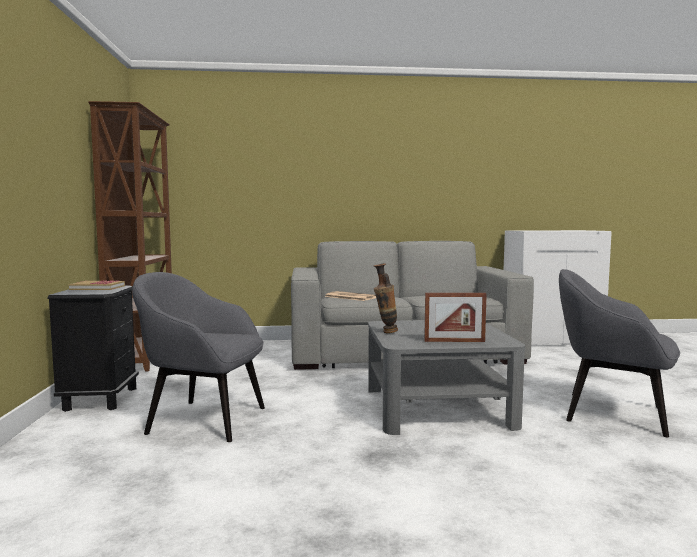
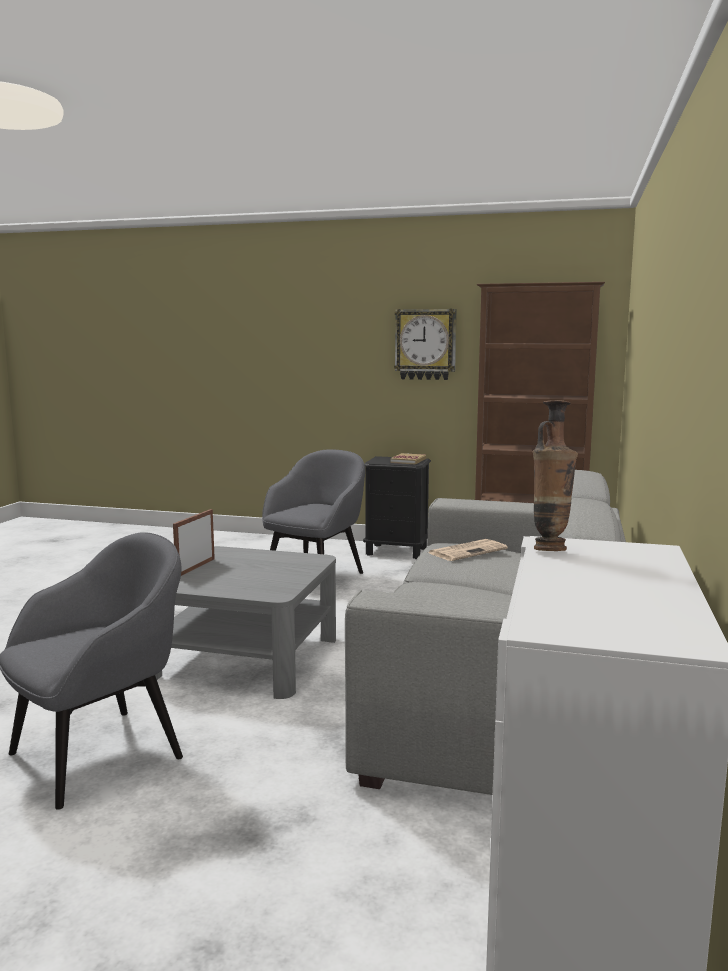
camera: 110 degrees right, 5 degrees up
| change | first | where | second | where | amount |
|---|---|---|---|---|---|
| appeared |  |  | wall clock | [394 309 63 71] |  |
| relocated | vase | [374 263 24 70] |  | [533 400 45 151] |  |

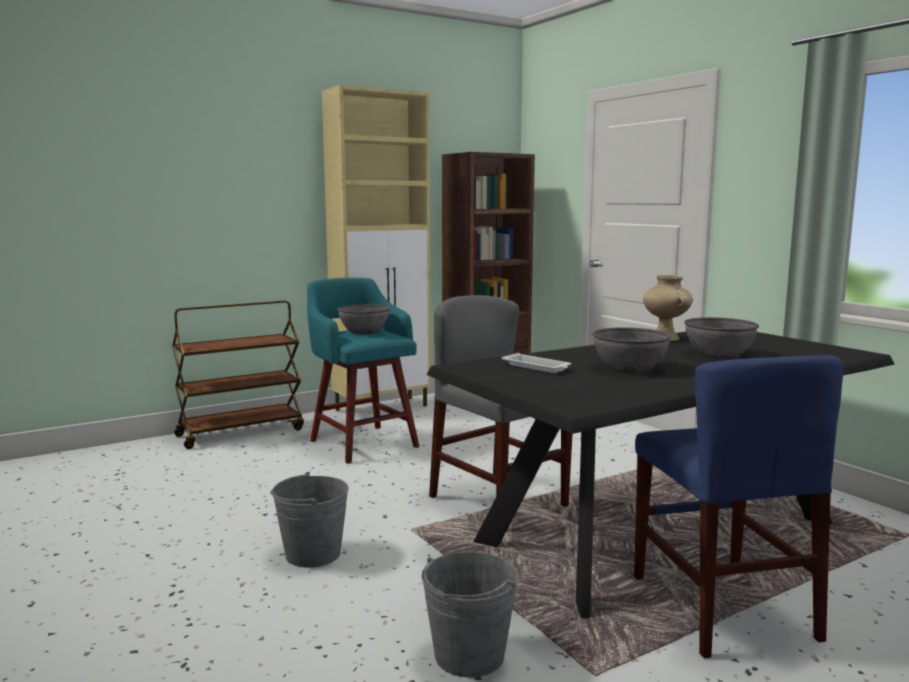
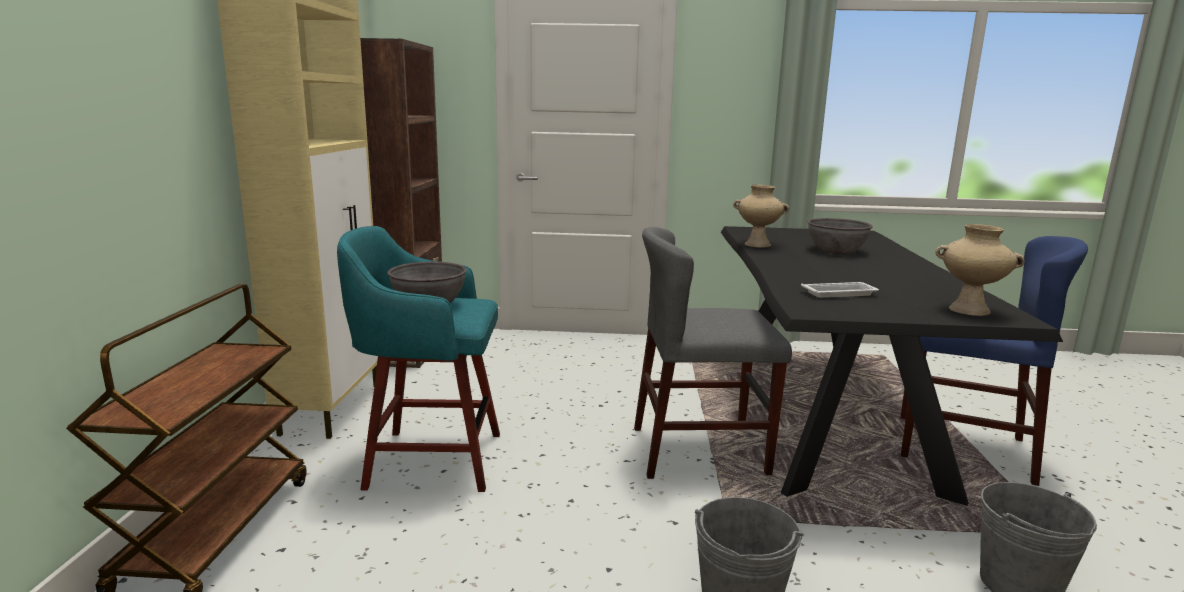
camera: 55 degrees left, 5 degrees up
| change | first | where | second | where | amount |
|---|---|---|---|---|---|
| appeared |  |  | vase (sand-coloured) | [936 224 89 92] |  |
| missing | deep dish (gray) | [592 327 79 46] |  |  |  |

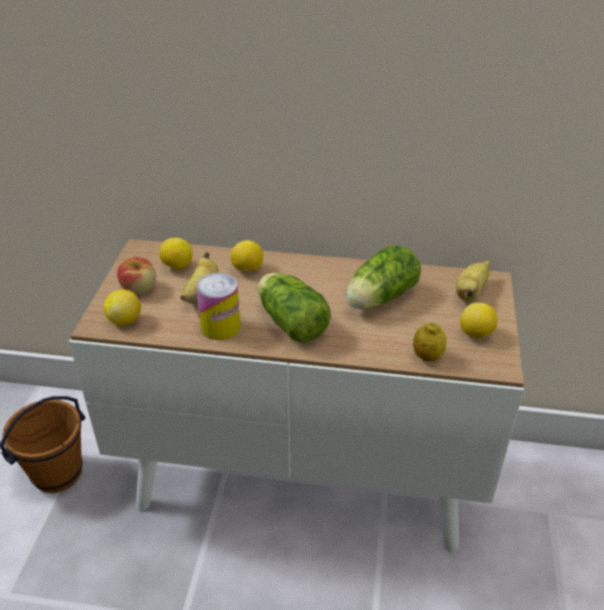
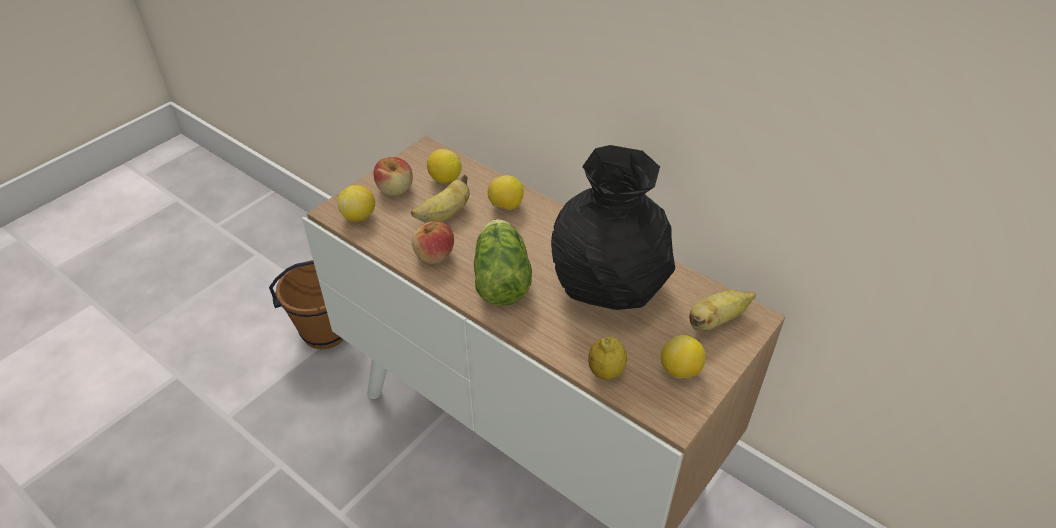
camera: 30 degrees right, 5 degrees up
| change | first | where | second | where | amount |
|---|---|---|---|---|---|
| exchanged | can | [196 272 45 68] | whole apple | [412 221 42 43] |  |
| exchanged | lettuce | [346 245 75 64] | vase (black) | [551 145 124 165] |  |

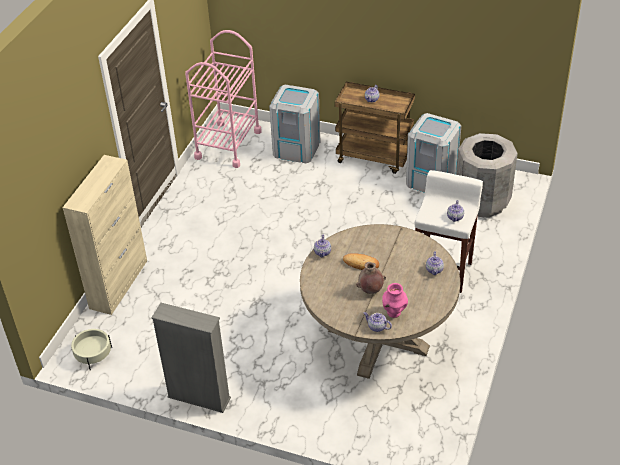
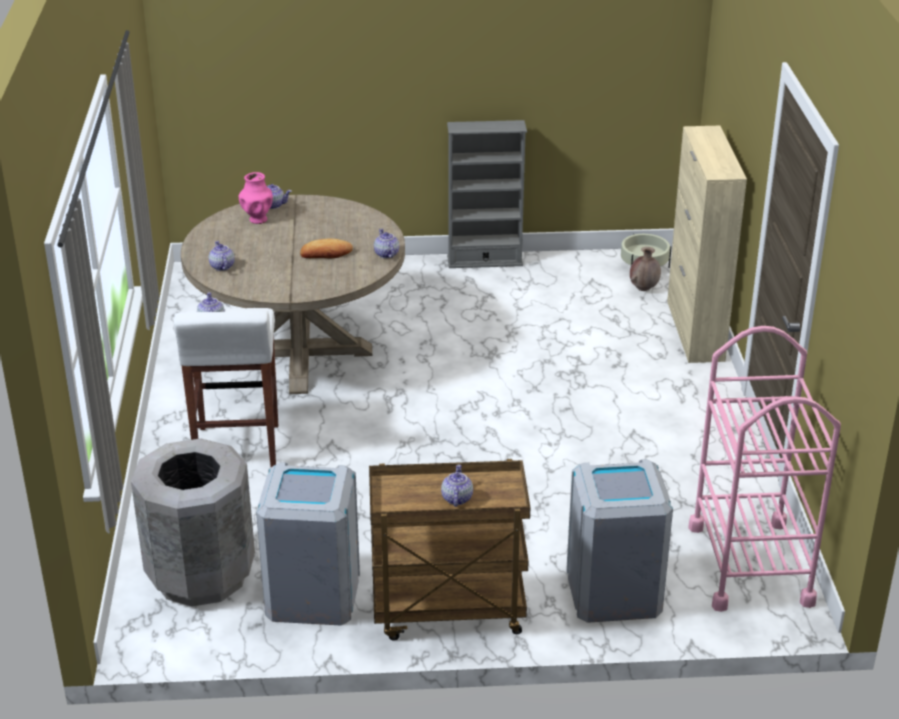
camera: 155 degrees right, 10 degrees down
| change | first | where | second | where | amount |
|---|---|---|---|---|---|
| relocated | vase (brown-coloured) | [356 262 30 32] |  | [630 247 31 44] |  |

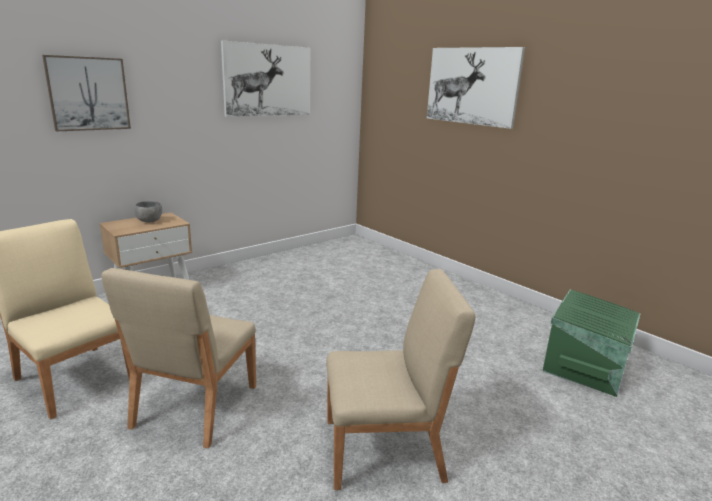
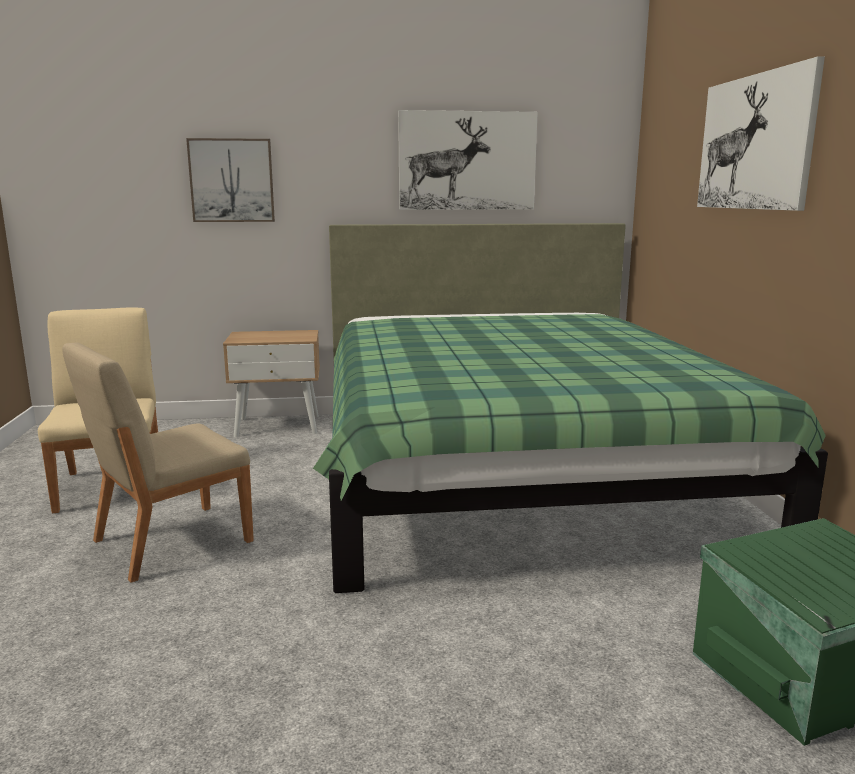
camera: 35 degrees right, 5 degrees down
| change | first | where | second | where | amount |
|---|---|---|---|---|---|
| appeared |  |  | bedroom bed (green-coloured) | [313 223 515 370] |  |
| missing | deep dish (gray) | [135 201 27 21] |  |  |  |
| missing | chair (sand-coloured) | [326 269 149 221] |  |  |  |

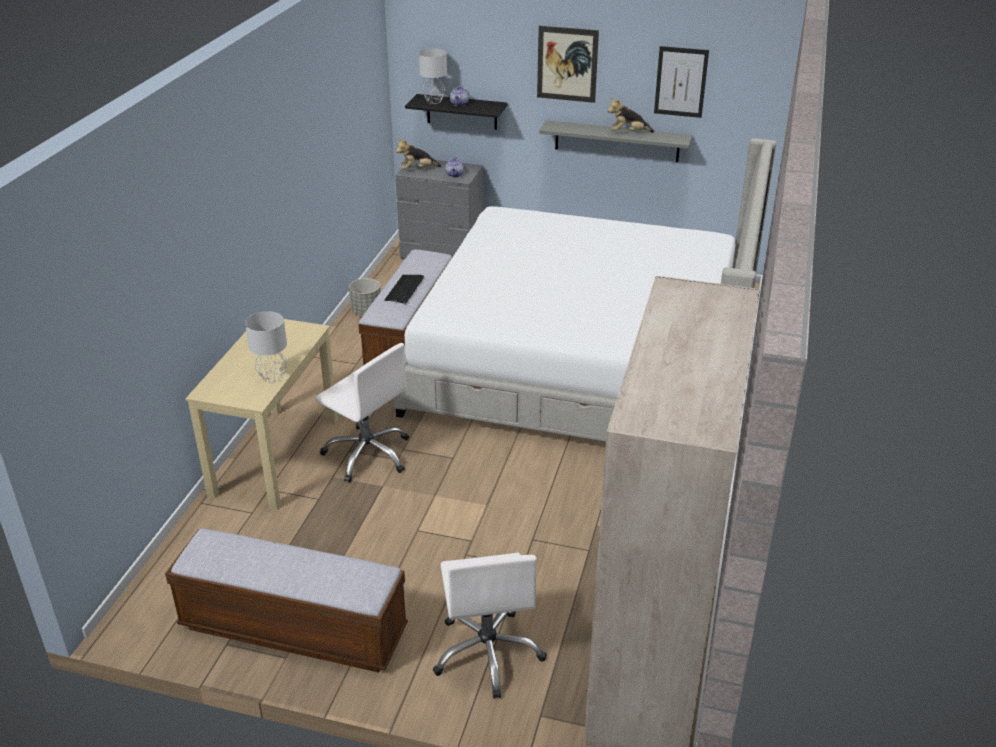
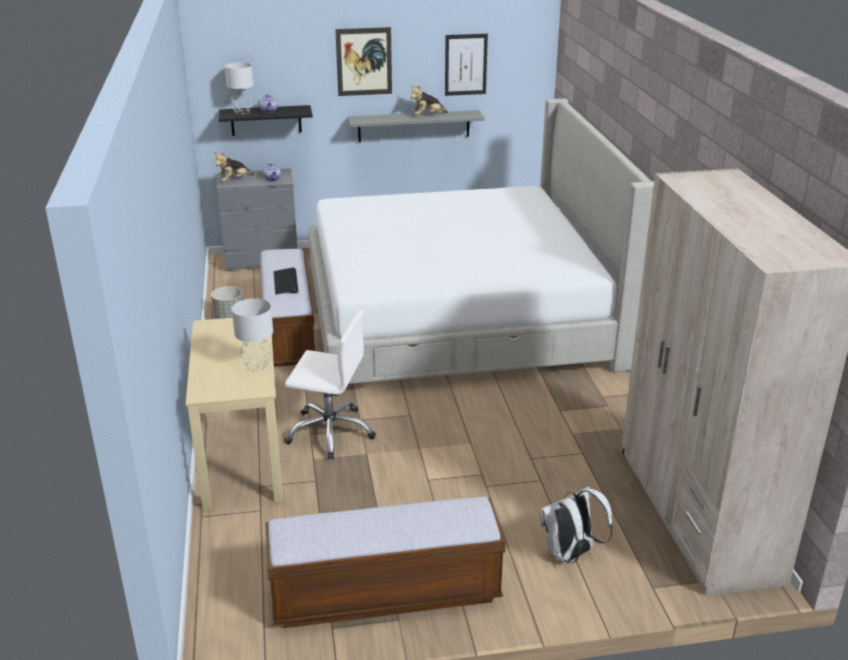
camera: 25 degrees left, 5 degrees down
| change | first | where | second | where | amount |
|---|---|---|---|---|---|
| exchanged | desk chair (white-coloured) | [433 553 114 146] | backpack (white-coloured) | [540 486 73 77] |  |

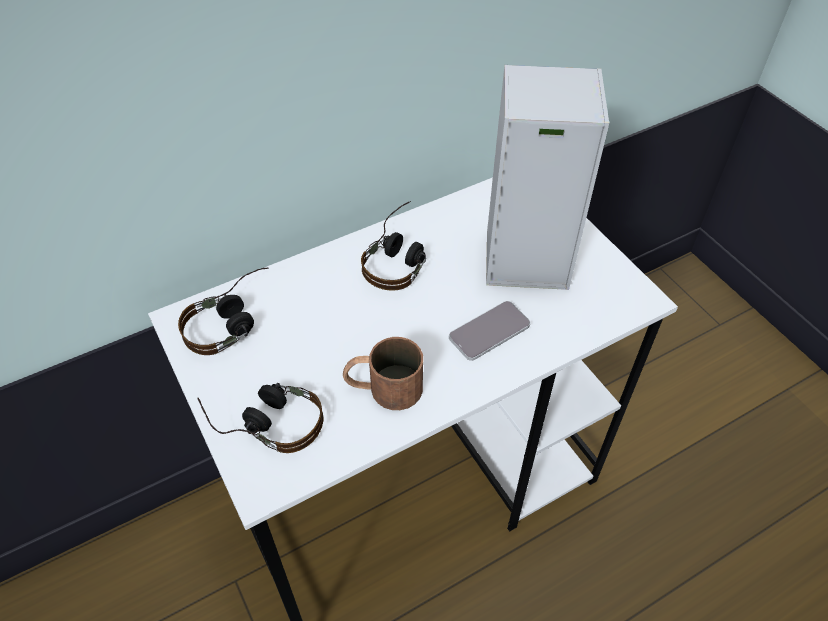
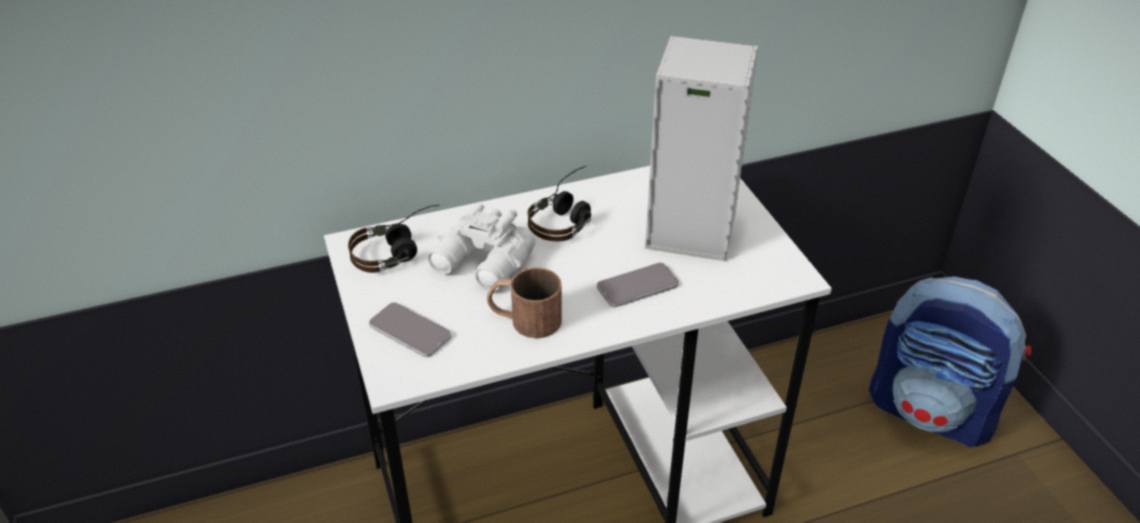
camera: 10 degrees right, 10 degrees down
| change | first | where | second | where | amount |
|---|---|---|---|---|---|
| exchanged | headset | [197 383 126 70] | handset | [369 302 83 55] |  |
| appeared |  |  | field glasses (white-coloured) | [427 204 109 87] |  |
| appeared |  |  | backpack | [869 276 162 171] |  |

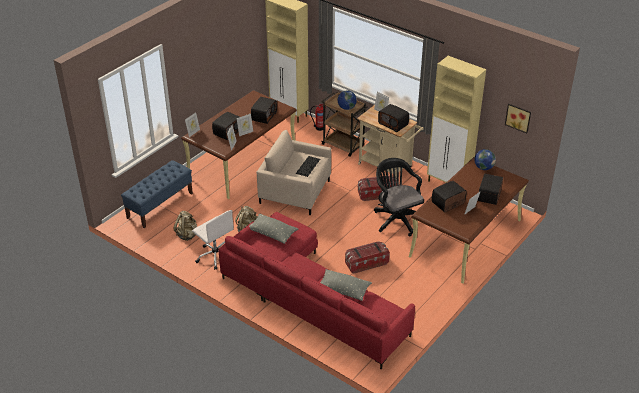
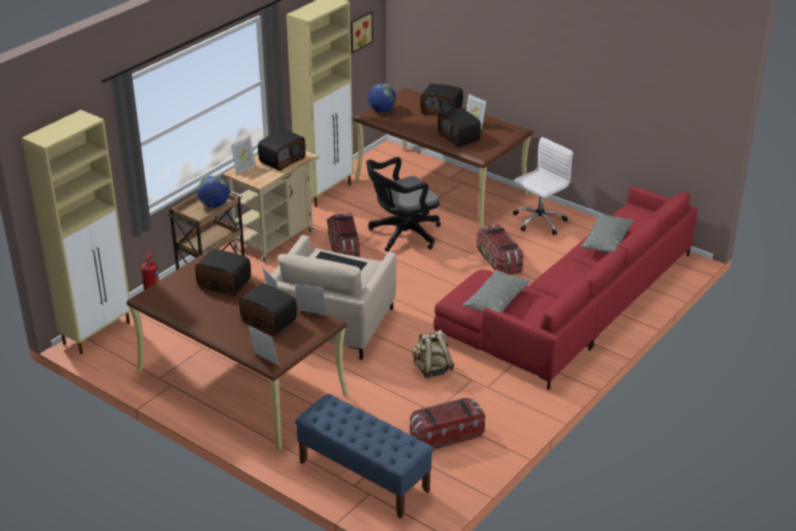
camera: 90 degrees left, 5 degrees down
| change | first | where | second | where | amount |
|---|---|---|---|---|---|
| exchanged | backpack (sand-coloured) | [173 211 24 30] | storage container | [410 398 75 52] |  |
| relocated | desk chair (white-coloured) | [192 210 42 60] |  | [513 137 60 98] |  |

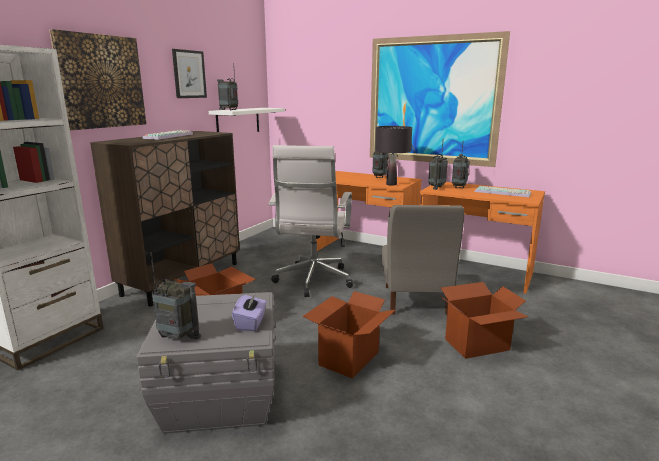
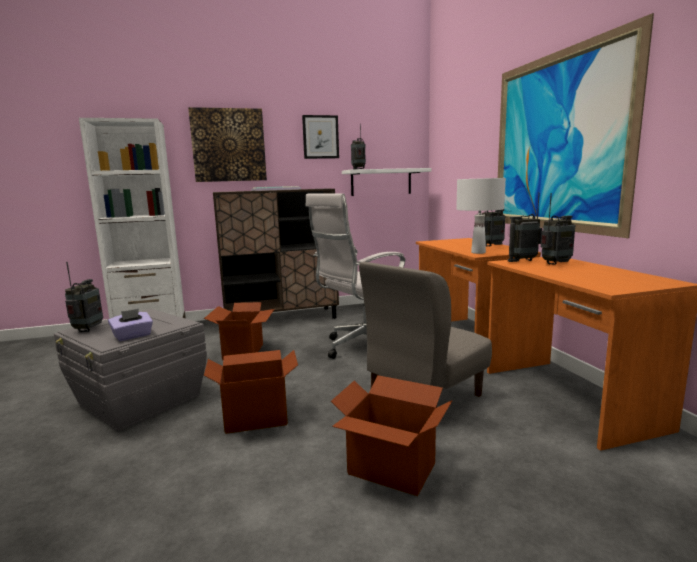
camera: 45 degrees right, 5 degrees down
| change | first | where | second | where | amount |
|---|---|---|---|---|---|
| spun | radio set | [150 252 51 88] |  | [65 262 38 70] | 150 degrees counterclockwise |
| colour | table lamp (black) | [375 126 37 60] | table lamp (white-coloured) | [456 178 50 76] |  |
| missing | keyboard | [475 186 56 11] |  |  |  |

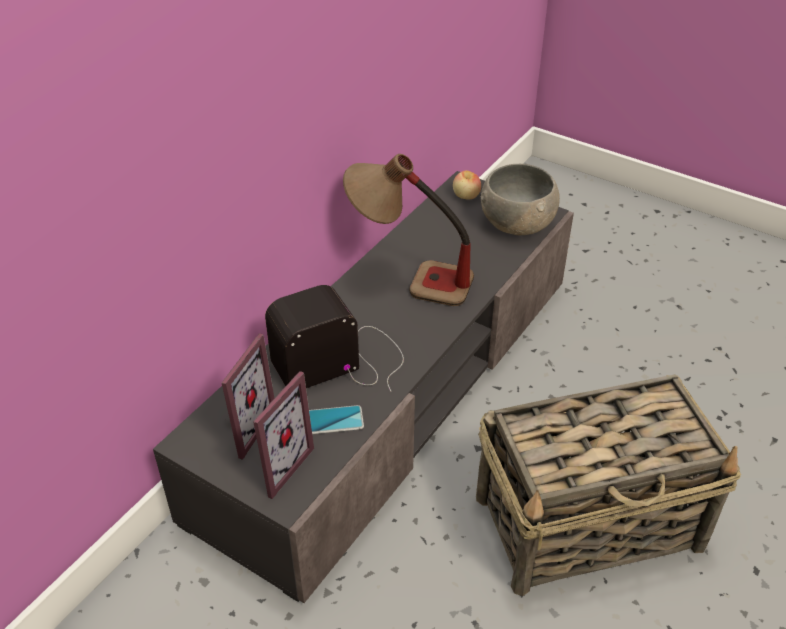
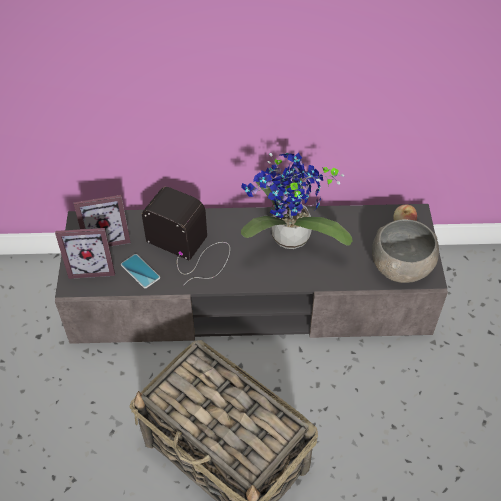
camera: 55 degrees right, 10 degrees up
| change | first | where | second | where | amount |
|---|---|---|---|---|---|
| exchanged | table lamp | [343 154 131 152] | houseplant | [241 153 111 96] |  |

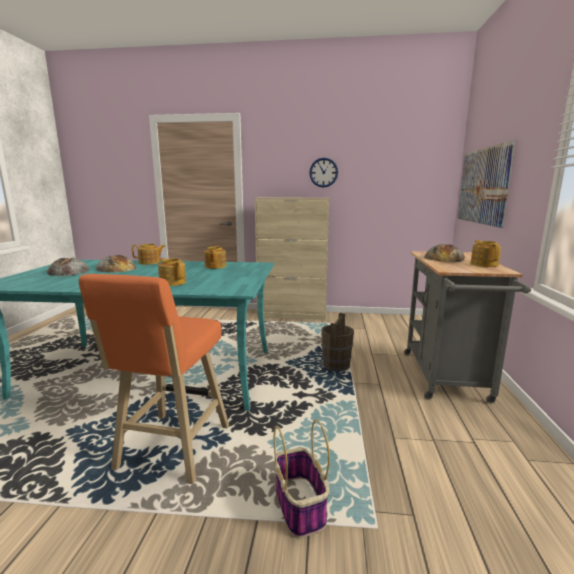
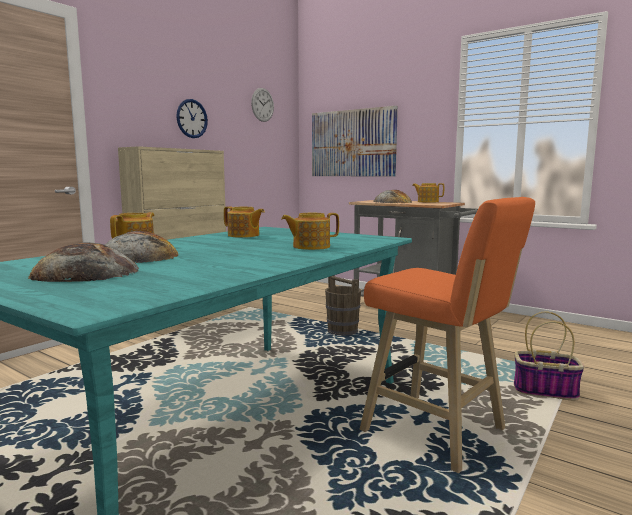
camera: 60 degrees left, 5 degrees down
| change | first | where | second | where | amount |
|---|---|---|---|---|---|
| appeared |  |  | wall clock | [251 88 23 34] |  |

